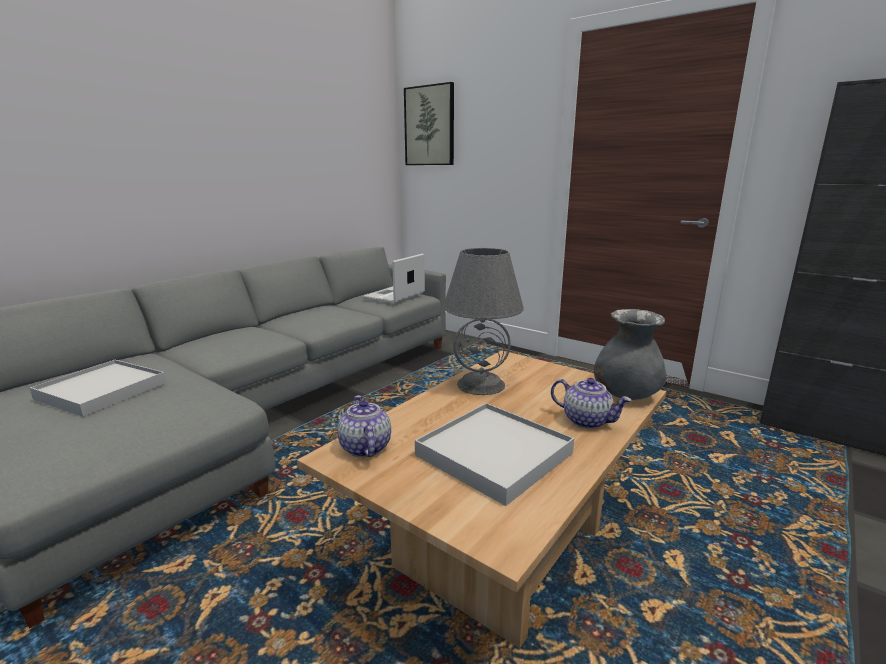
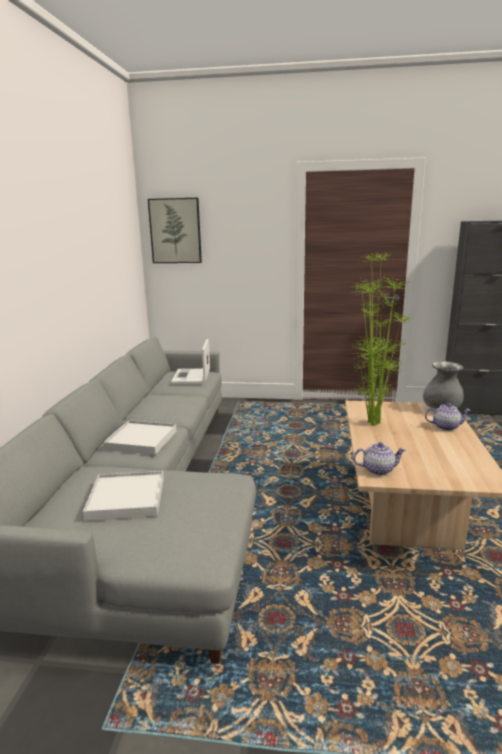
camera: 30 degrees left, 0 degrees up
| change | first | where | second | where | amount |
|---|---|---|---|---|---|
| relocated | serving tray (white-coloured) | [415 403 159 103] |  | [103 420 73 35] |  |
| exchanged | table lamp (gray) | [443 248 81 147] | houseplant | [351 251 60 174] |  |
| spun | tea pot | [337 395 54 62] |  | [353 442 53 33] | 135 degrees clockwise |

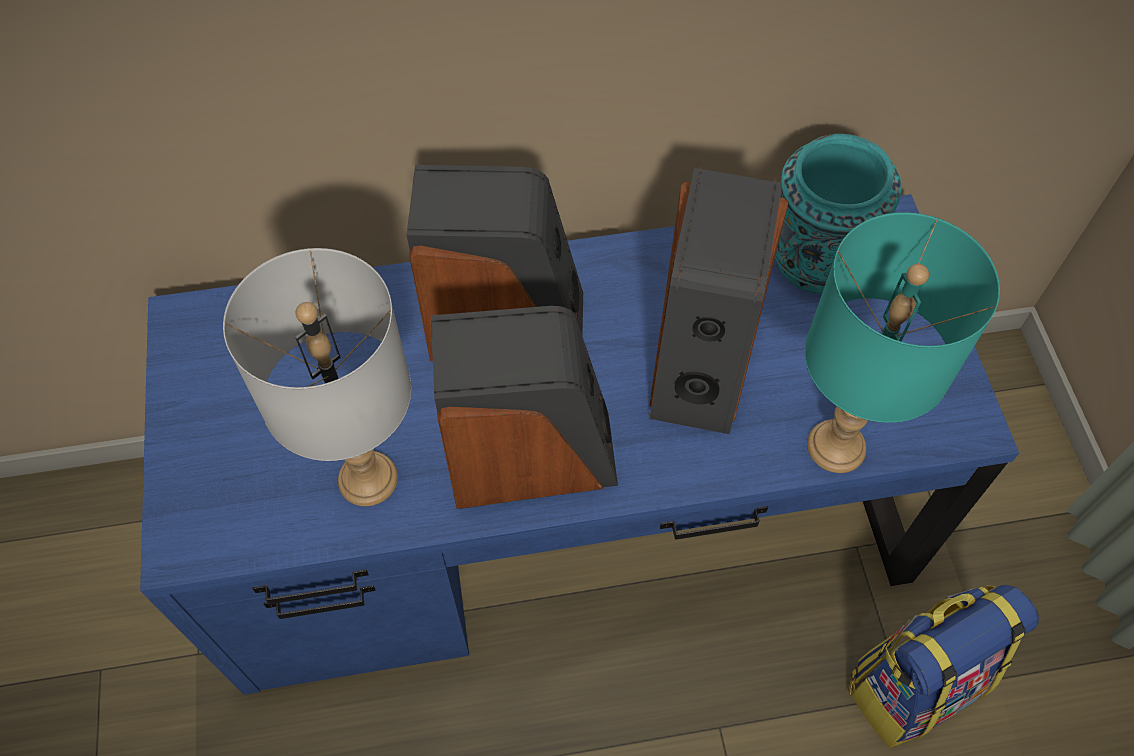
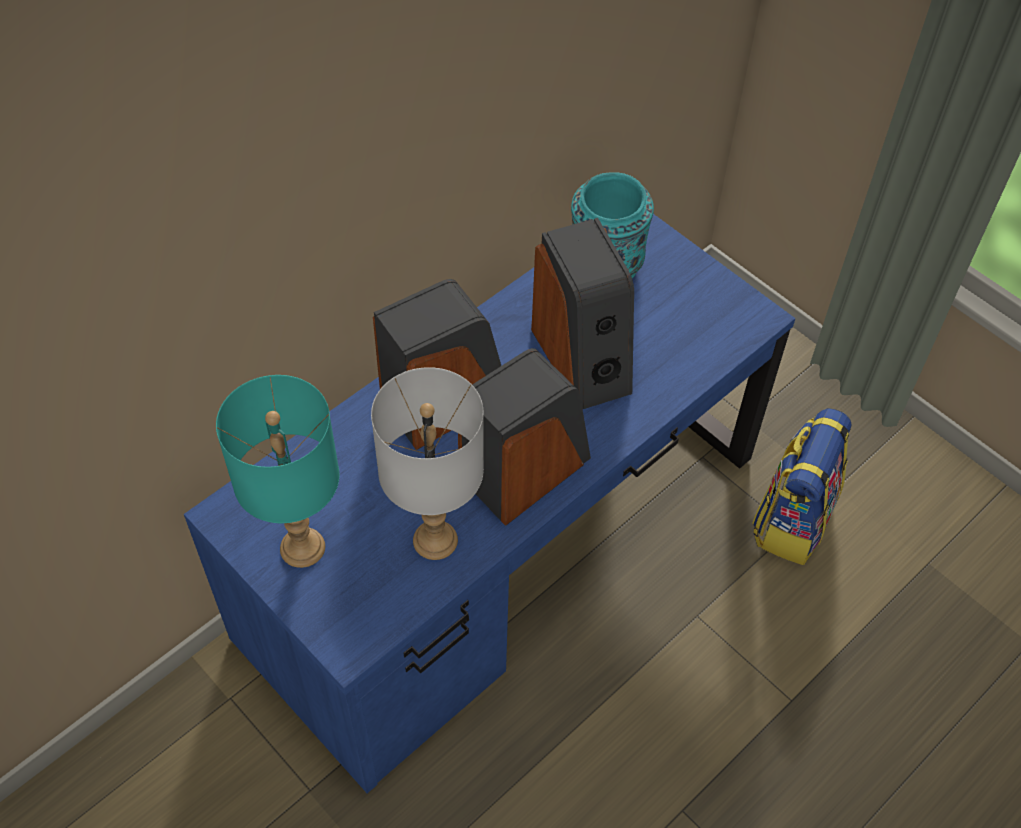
camera: 35 degrees left, 5 degrees down
| change | first | where | second | where | amount |
|---|---|---|---|---|---|
| relocated | table lamp (turquoise-coloured) | [805 212 195 261] |  | [216 375 124 193] |  |

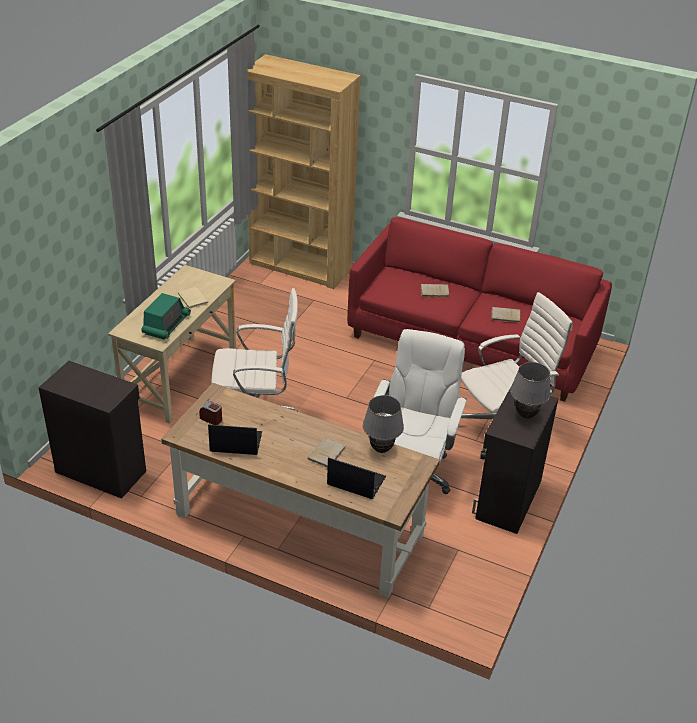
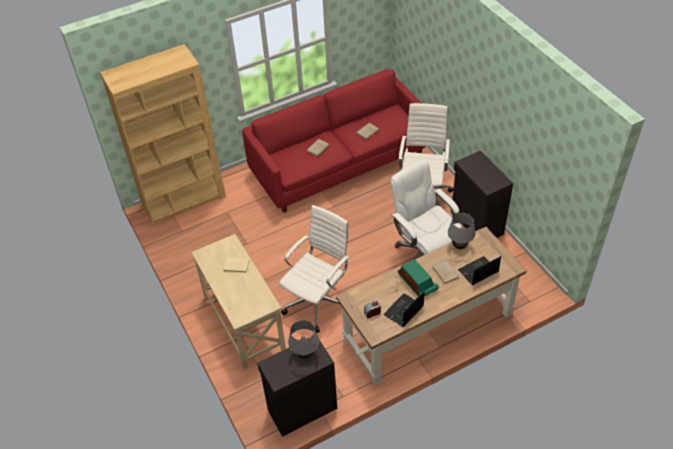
camera: 50 degrees left, 10 degrees up
| change | first | where | second | where | amount |
|---|---|---|---|---|---|
| relocated | table lamp (gray) | [510 362 41 57] |  | [288 320 31 39] |  |
| relocated | radio set | [141 293 50 47] |  | [398 259 41 38] |  |

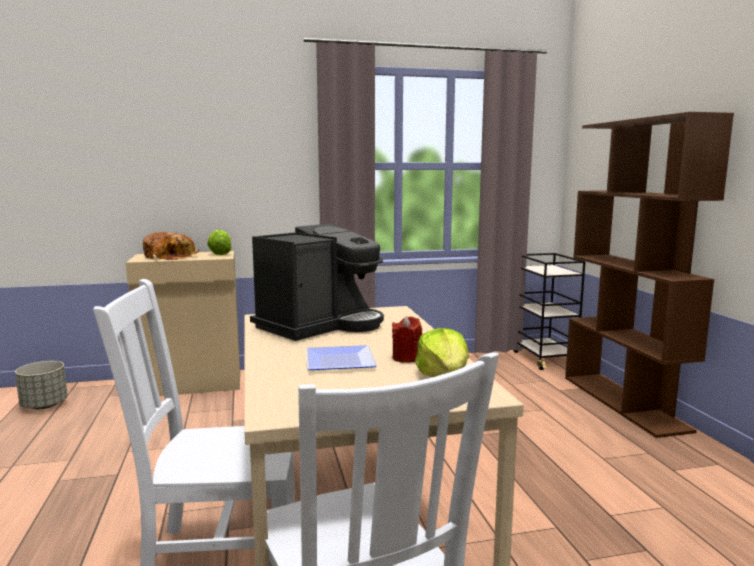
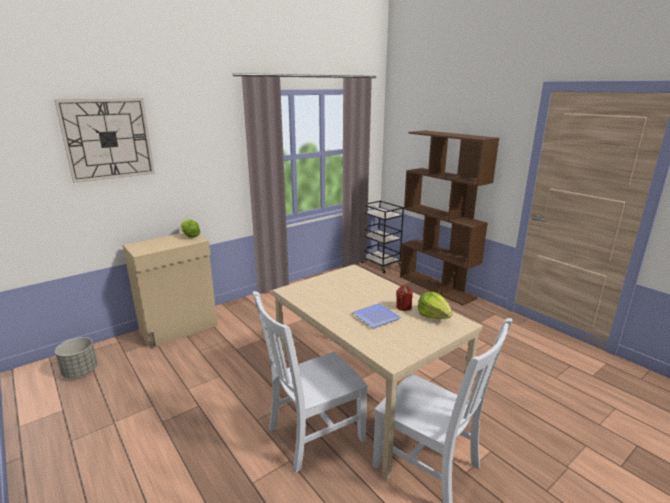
camera: 25 degrees left, 10 degrees up
| change | first | where | second | where | amount |
|---|---|---|---|---|---|
| appeared |  |  | wall clock | [54 98 101 85] |  |
| missing | bakery bread | [143 232 56 28] |  |  |  |
| missing | coffee maker | [250 224 134 117] |  |  |  |

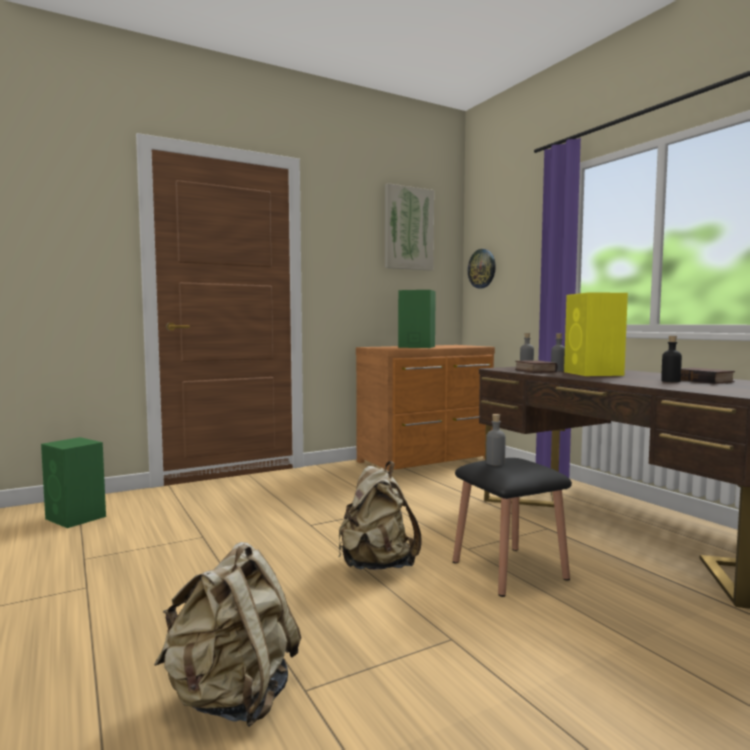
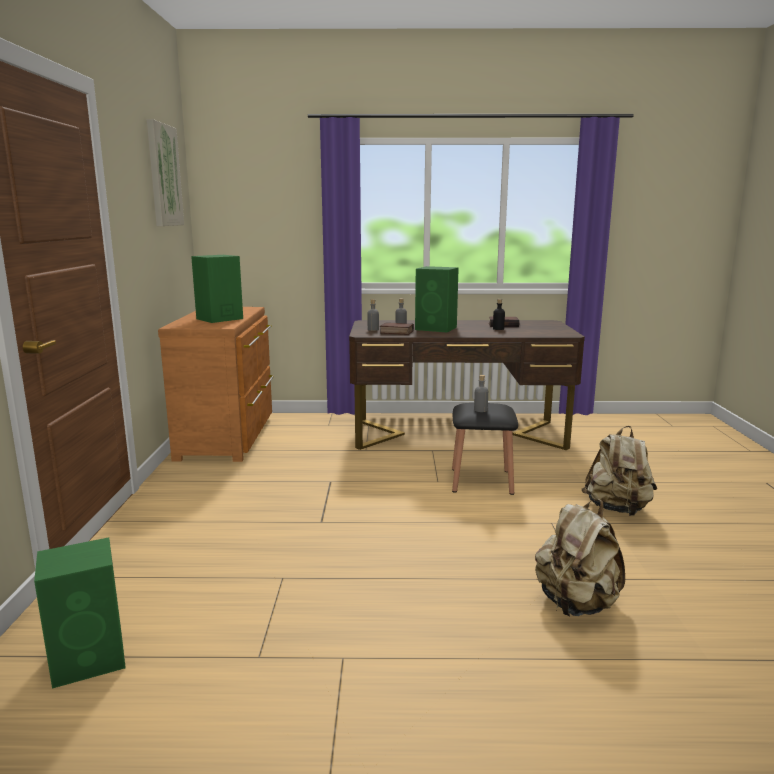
camera: 60 degrees left, 10 degrees up
| change | first | where | second | where | amount |
|---|---|---|---|---|---|
| colour | speaker (yellow-coloured) | [564 292 64 84] | speaker (green-coloured) | [415 266 44 67] |  |
| relocated | backpack (sand-coloured) | [339 461 83 109] |  | [582 426 75 90] |  |
| missing | wall clock | [468 249 28 39] |  |  |  |

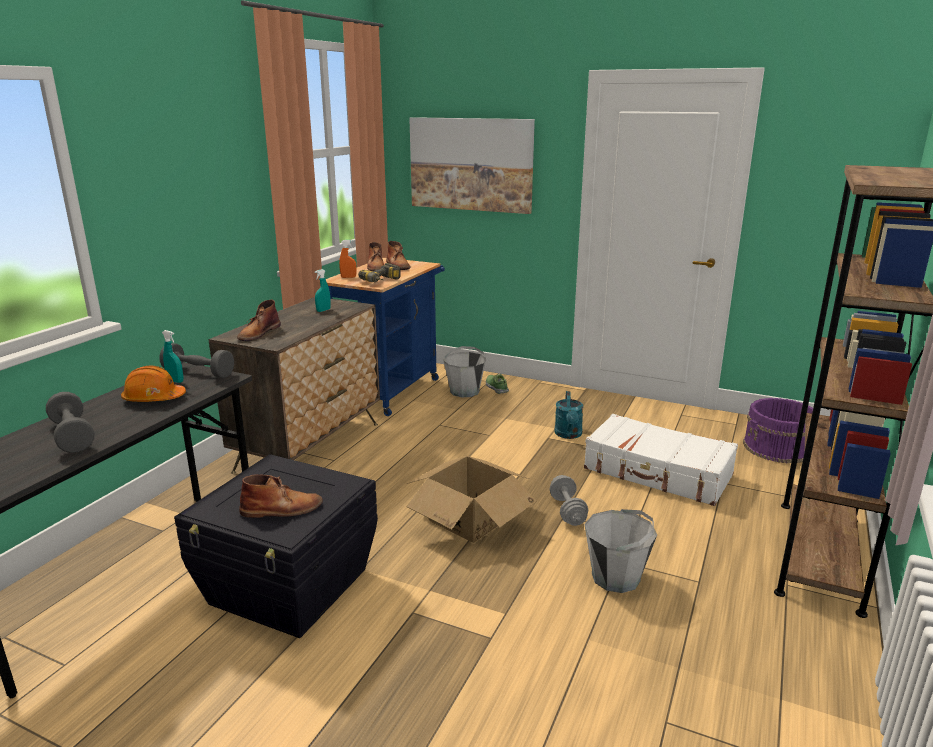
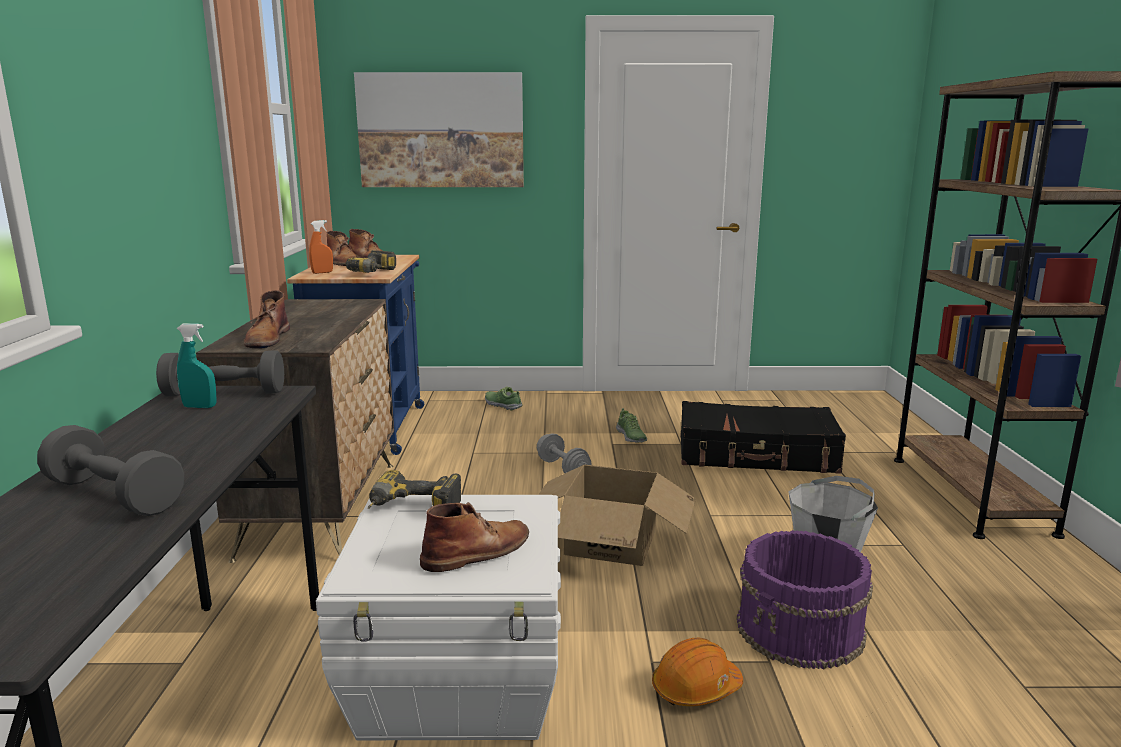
camera: 25 degrees left, 5 degrees down
| change | first | where | second | where | amount |
|---|---|---|---|---|---|
| colour | storage container (black) | [174 454 204 184] | storage container (white-coloured) | [316 495 245 245] |  |
| appeared |  |  | drill | [368 470 93 39] |  |
| relocated | free weight (gray) | [549 475 39 51] |  | [537 433 54 40] |  |
| exchanged | watering pot (turquoise-coloured) | [554 391 29 48] | item of footwear | [616 408 31 34] |  |
| relocated | safety helmet (orange) | [121 365 65 37] |  | [652 638 91 68] |  |
| colour | suitcase (white-coloured) | [584 414 154 92] | suitcase (black) | [681 401 165 73] |  |
| relocated | bucket (purple-coloured) | [743 398 70 65] |  | [737 530 136 139] |  |
| missing | hand sprayer (turquoise-coloured) | [315 269 16 43] |  |  |  |
| missing | bucket (gray) | [443 346 43 51] |  |  |  |

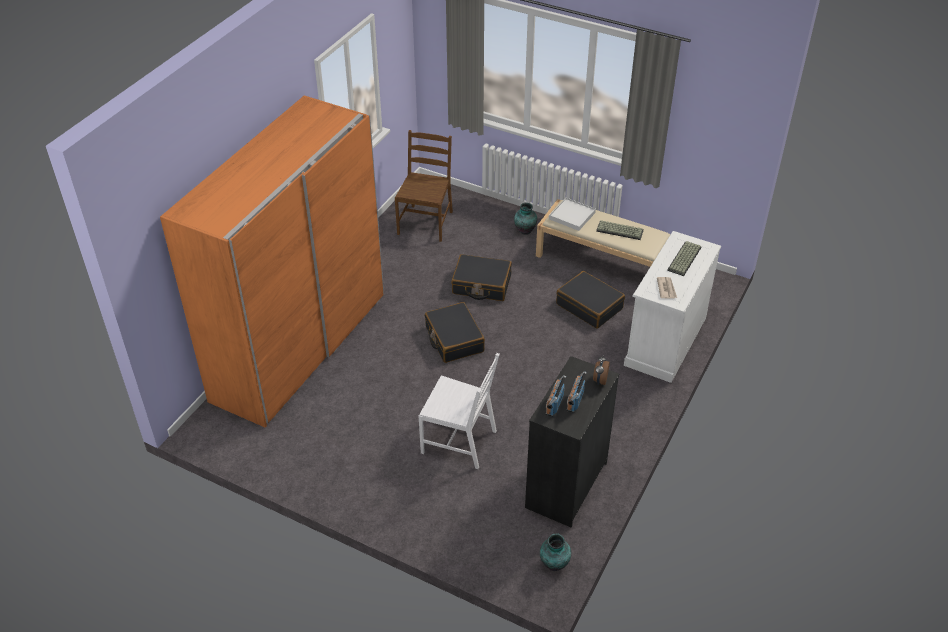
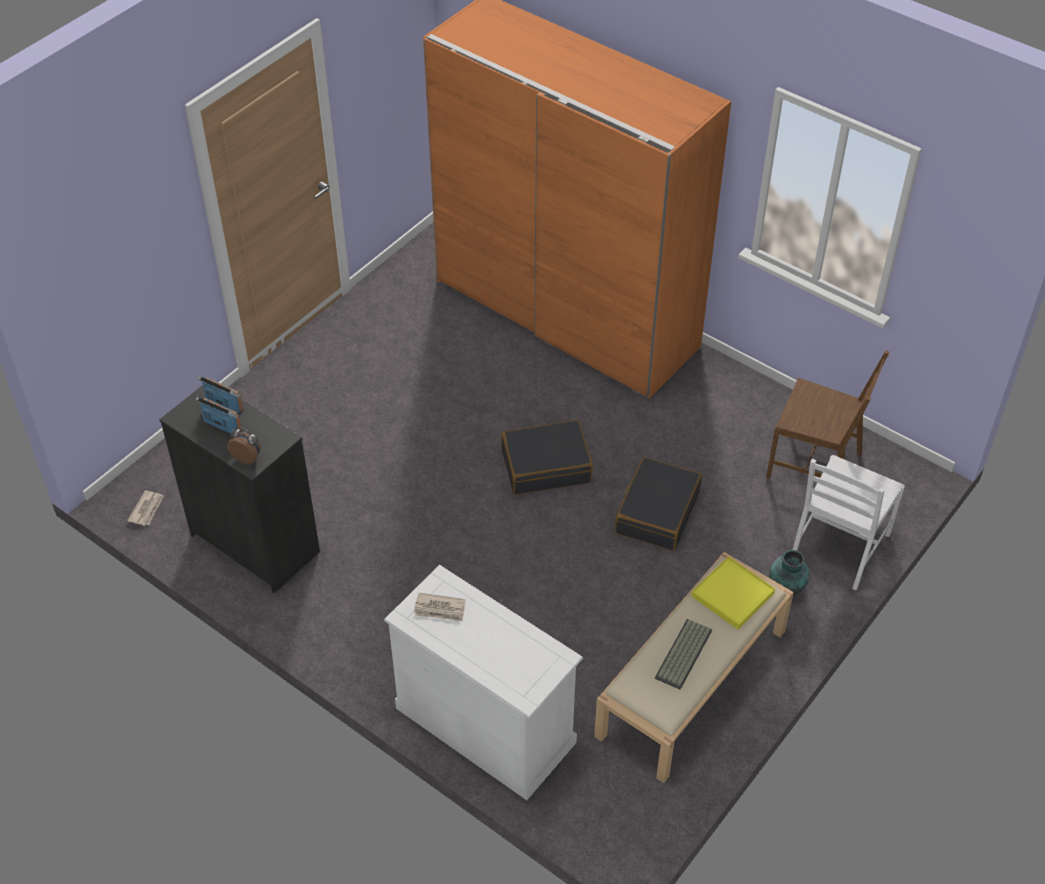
camera: 100 degrees right, 5 degrees up
| change | first | where | second | where | amount |
|---|---|---|---|---|---|
| exchanged | vase | [540 533 31 38] | printed paper | [127 490 37 36] |  |
| colour | serving tray (white-coloured) | [549 198 47 33] | serving tray (yellow-coloured) | [691 556 84 74] |  |
| relocated | chair (white-coloured) | [419 353 81 116] |  | [792 455 113 135] |  |
| missing | suitcase (black) | [556 271 69 58] |  |  |  |
| missing | keyboard | [667 241 34 35] |  |  |  |

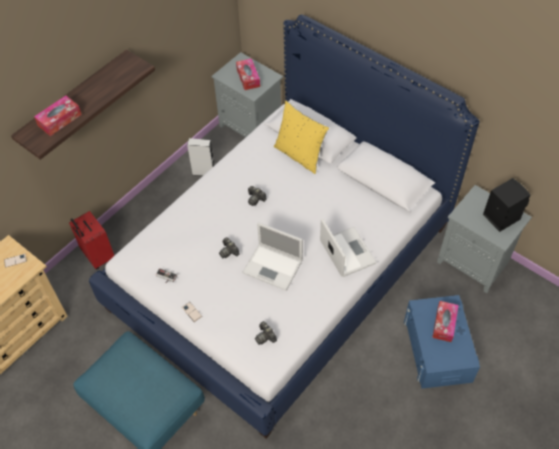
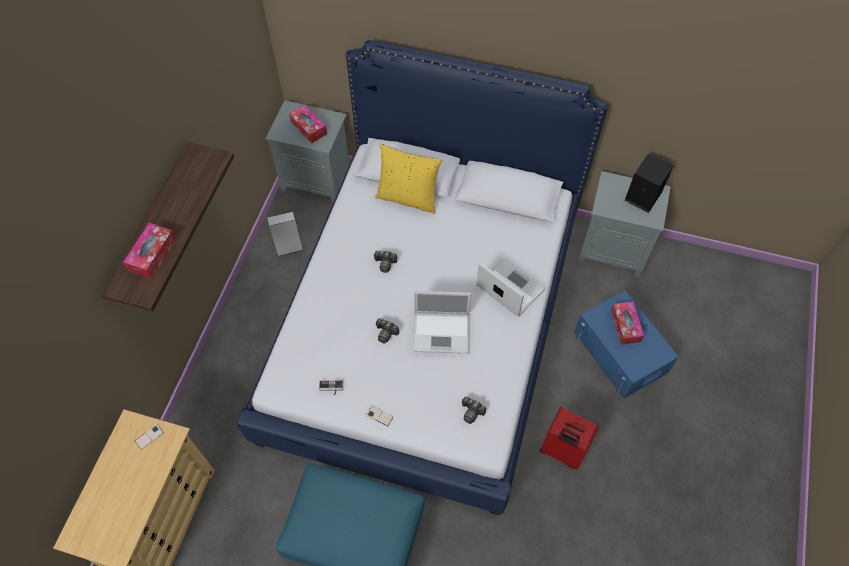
camera: 25 degrees left, 5 degrees up
| change | first | where | second | where | amount |
|---|---|---|---|---|---|
| relocated | suitcase (red-coloured) | [69 211 45 59] |  | [540 407 59 63] |  |

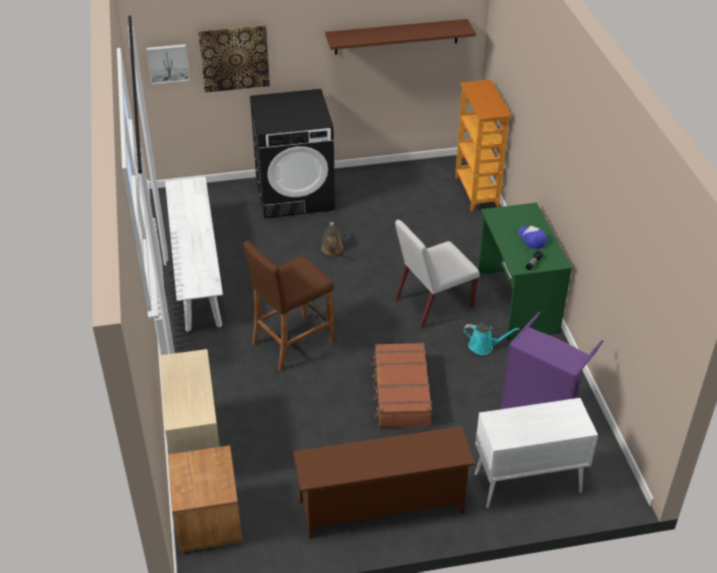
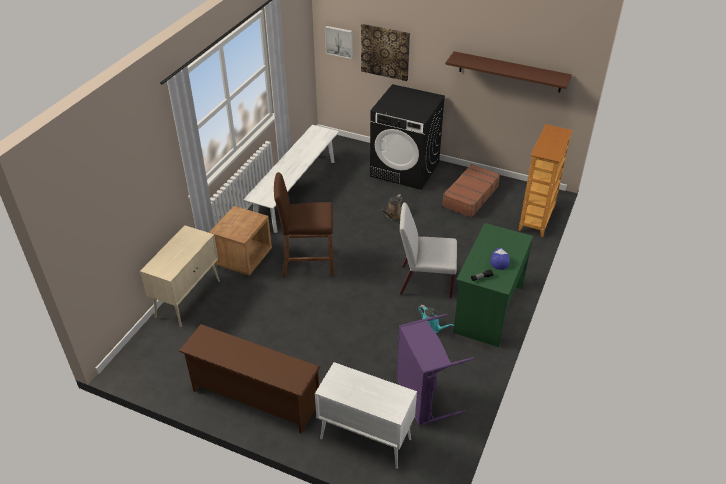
camera: 35 degrees right, 0 degrees up
| change | first | where | second | where | amount |
|---|---|---|---|---|---|
| relocated | nightstand (brown-coloured) | [168 445 75 107] |  | [209 206 63 70] |  |
| relocated | suitcase (brown-coloured) | [371 343 61 85] |  | [442 164 58 54] |  |

